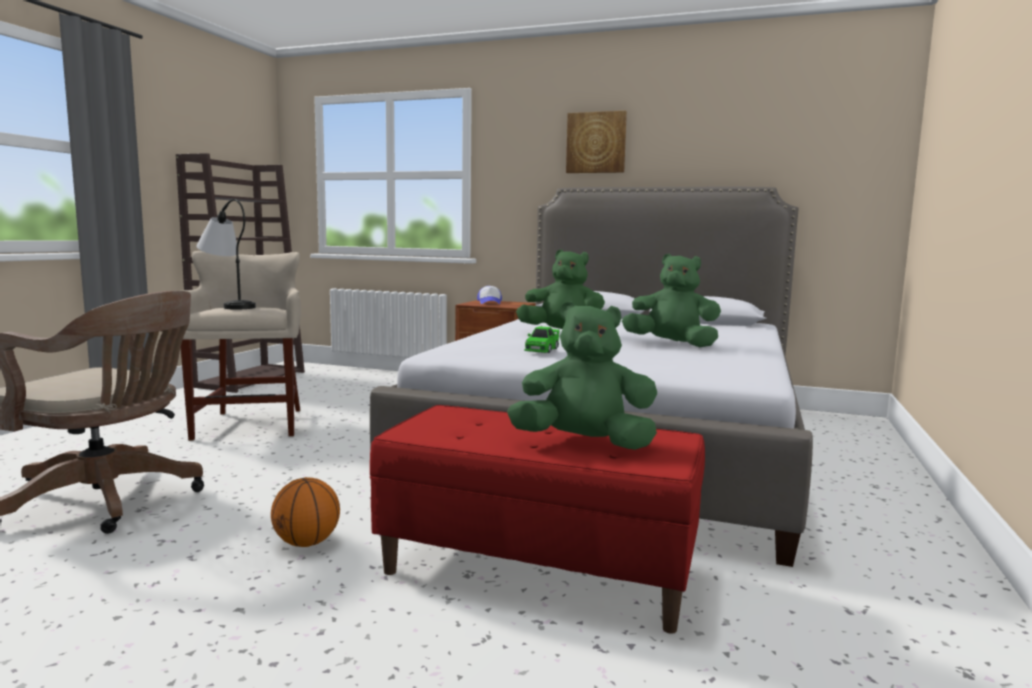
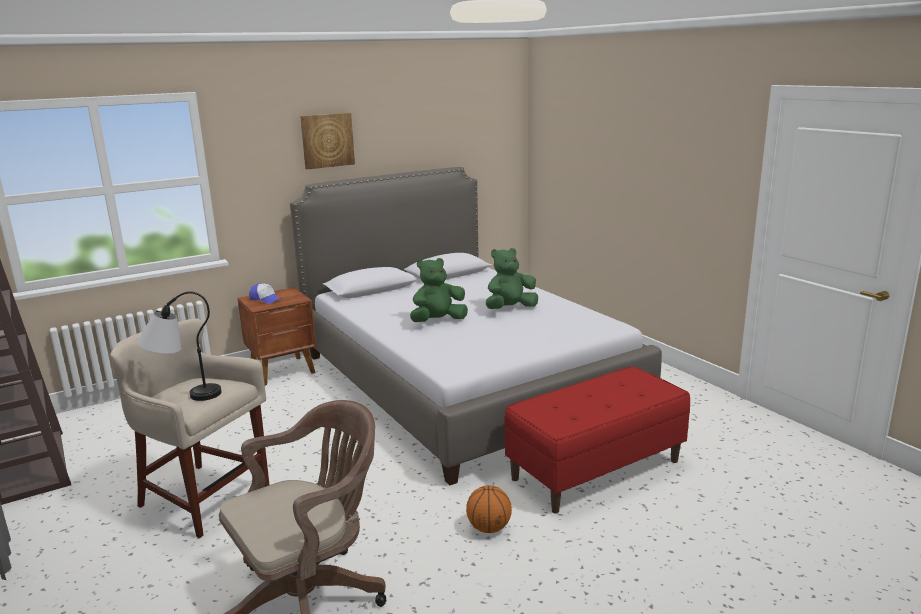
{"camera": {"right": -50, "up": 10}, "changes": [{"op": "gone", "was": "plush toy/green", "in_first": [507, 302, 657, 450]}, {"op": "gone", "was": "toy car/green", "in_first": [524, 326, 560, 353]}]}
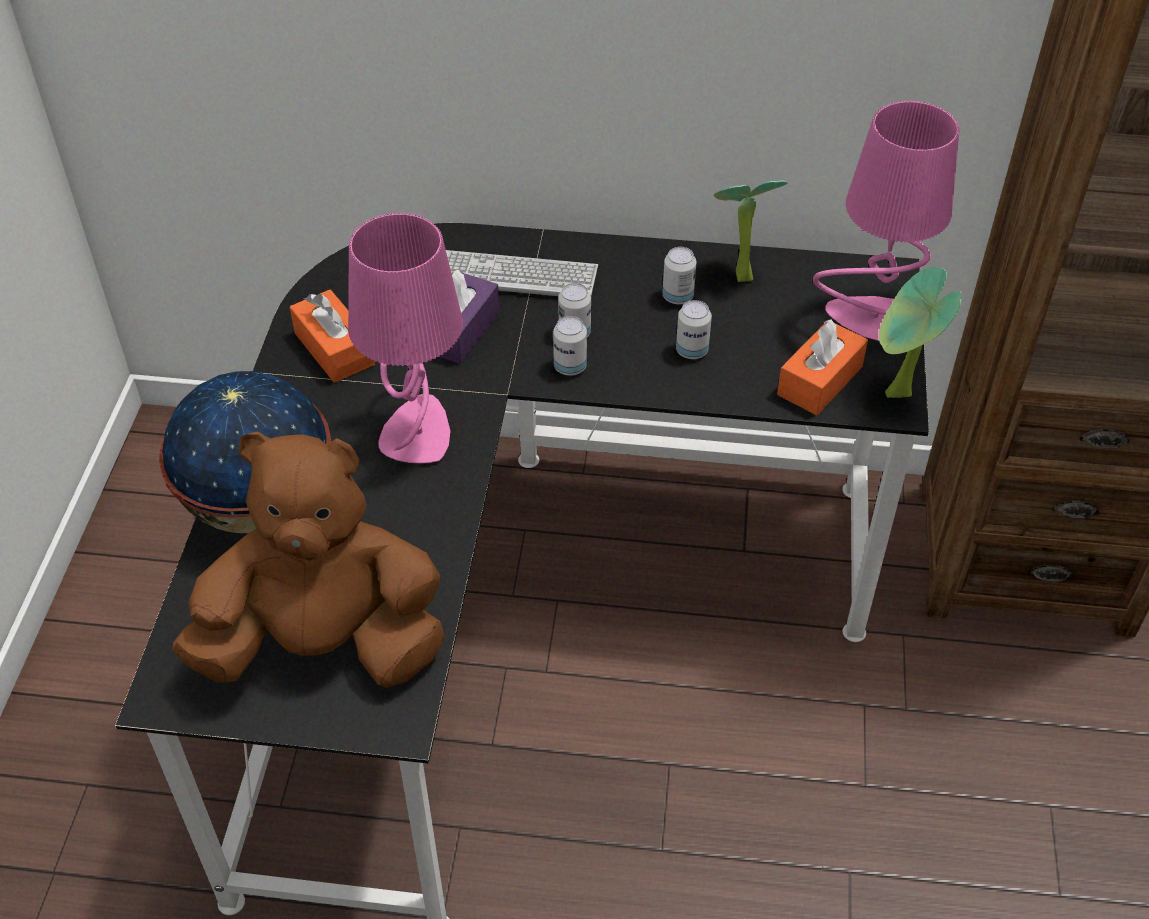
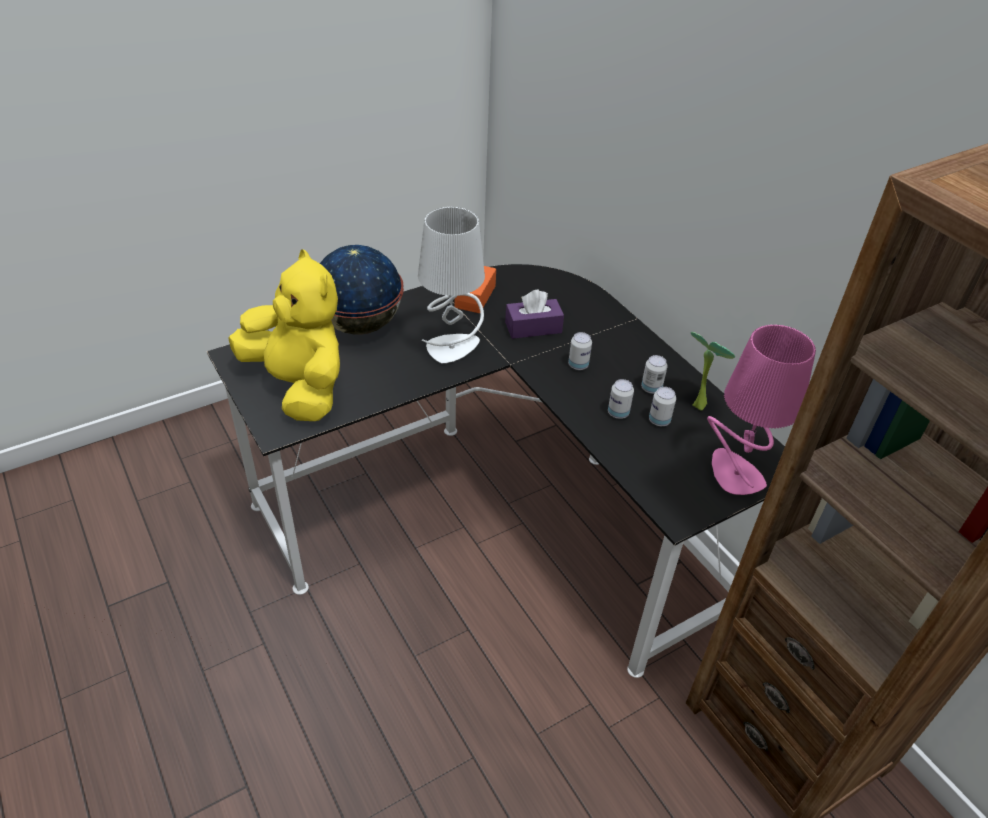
{"camera": {"right": 50, "up": -5}, "changes": [{"op": "repainted", "was": "plush toy/brown-coloured", "now": "plush toy/yellow-coloured", "in_first": [172, 431, 445, 688], "in_second": [228, 249, 340, 421]}, {"op": "repainted", "was": "tabletop lamp/pinkish", "now": "tabletop lamp/white", "in_first": [348, 213, 463, 463], "in_second": [418, 207, 485, 363]}, {"op": "shifted", "was": "metal can", "in_first": [553, 316, 587, 376], "in_second": [649, 387, 676, 426]}, {"op": "gone", "was": "computer keyboard", "in_first": [446, 250, 598, 296]}, {"op": "gone", "was": "tissue box/orange-coloured", "in_first": [777, 319, 868, 415]}, {"op": "gone", "was": "potted plant", "in_first": [879, 267, 962, 398]}]}
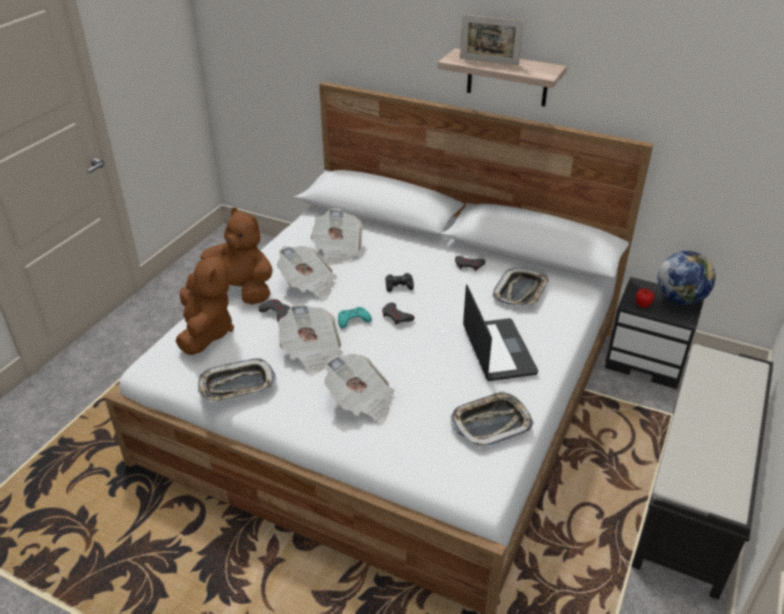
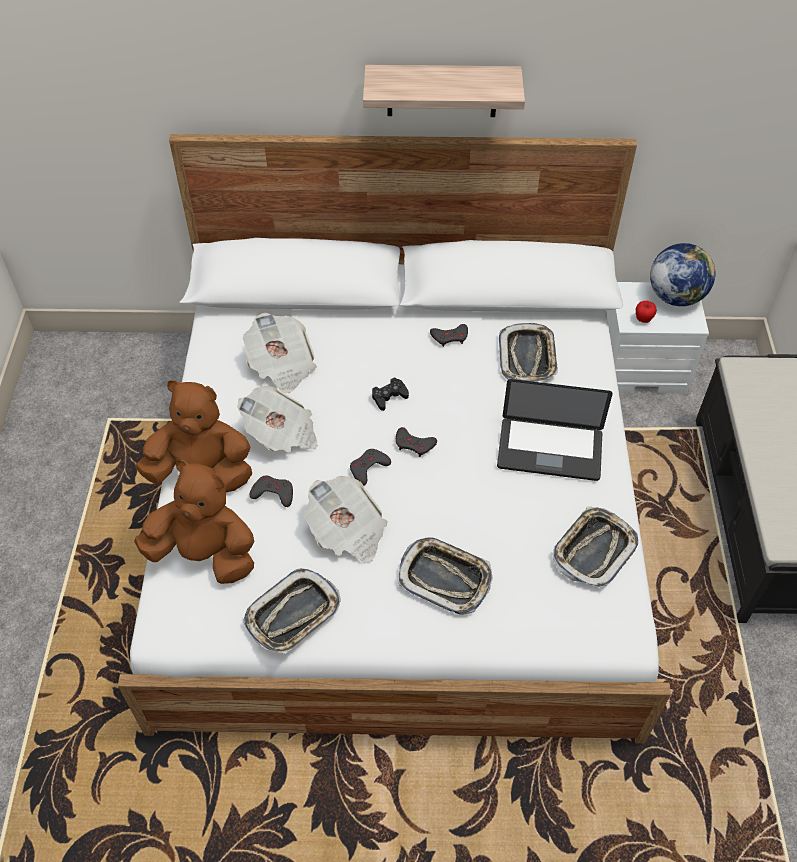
{"camera": {"right": -25, "up": 15}, "changes": [{"op": "rotated", "was": "plush toy/brown-coloured", "in_first": [176, 251, 234, 355], "in_second": [134, 460, 254, 584], "clockwise": -45}, {"op": "repainted", "was": "game controller/turquoise", "now": "game controller/grey", "in_first": [338, 307, 372, 328], "in_second": [350, 449, 391, 486]}, {"op": "swapped", "was": "printed paper", "now": "carrying tray", "in_first": [324, 354, 394, 422], "in_second": [398, 537, 493, 615]}, {"op": "rotated", "was": "portable computer", "in_first": [463, 284, 538, 381], "in_second": [497, 379, 613, 481], "clockwise": 135}, {"op": "repainted", "was": "bedside table/black", "now": "bedside table/white", "in_first": [605, 277, 704, 389], "in_second": [606, 282, 709, 393]}, {"op": "gone", "was": "picture frame", "in_first": [460, 15, 523, 65]}]}
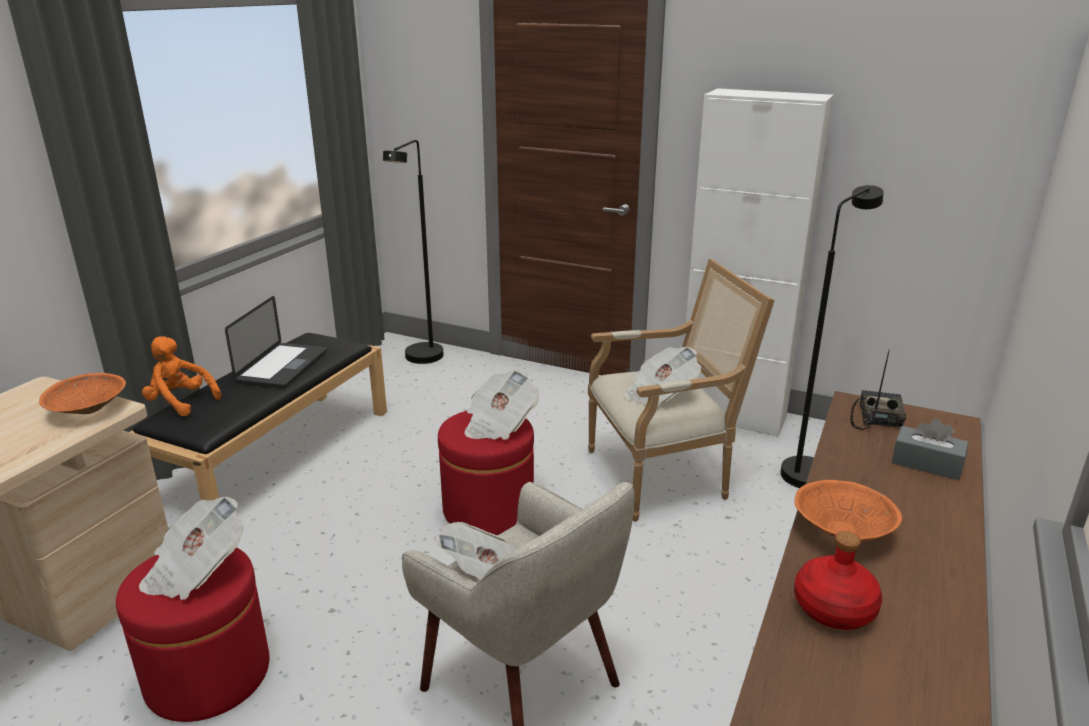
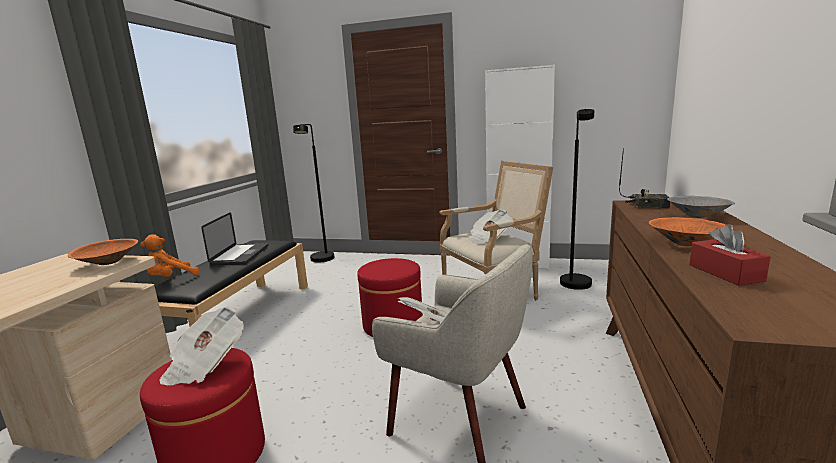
{"camera": {"right": -10, "up": -10}, "changes": [{"op": "rotated", "was": "plush toy/orange-coloured", "in_first": [142, 336, 221, 416], "in_second": [140, 235, 200, 277], "clockwise": -60}, {"op": "rotated", "was": "radio", "in_first": [850, 349, 906, 430], "in_second": [619, 148, 670, 208], "clockwise": 105}, {"op": "swapped", "was": "tissue box/grey", "now": "bowl/grey", "in_first": [892, 418, 969, 480], "in_second": [667, 196, 735, 218]}, {"op": "swapped", "was": "beverage bottle/red-coloured", "now": "tissue box/red-coloured", "in_first": [794, 531, 882, 630], "in_second": [689, 224, 771, 286]}, {"op": "gone", "was": "printed paper", "in_first": [464, 370, 539, 440]}]}
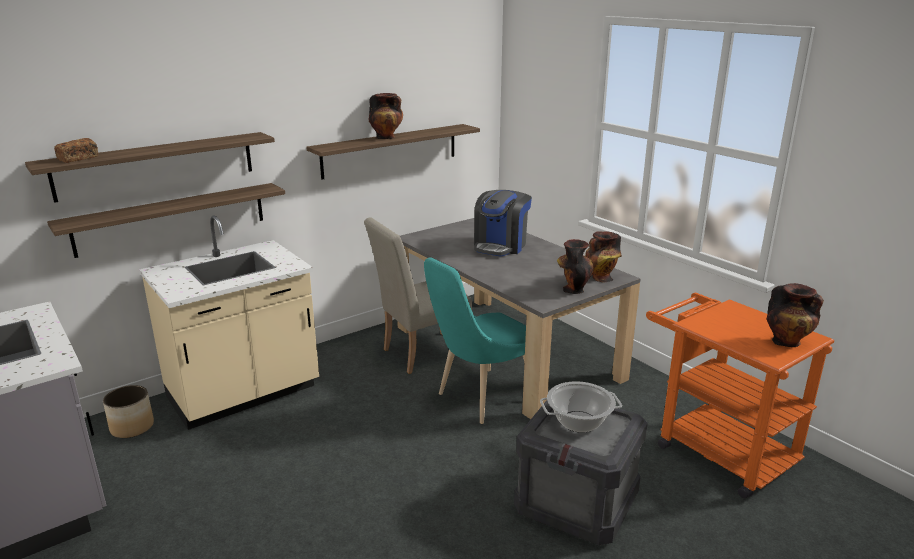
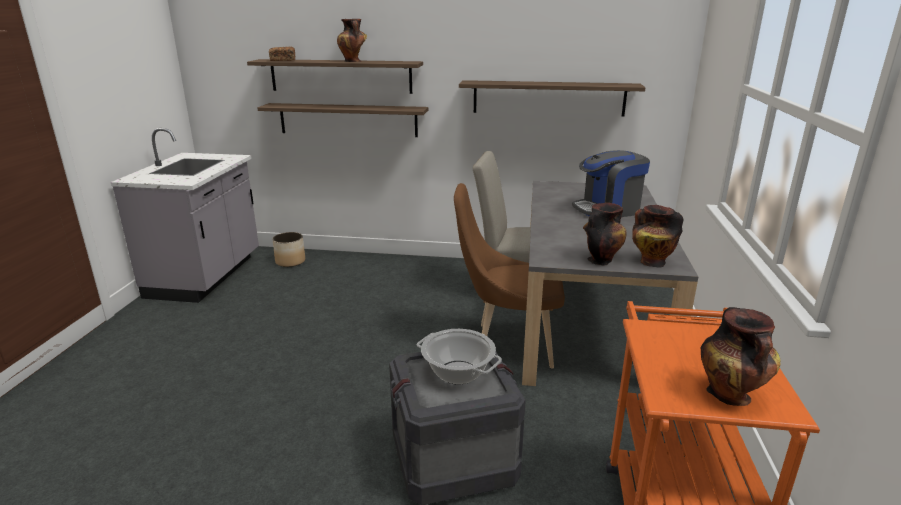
{"camera": {"right": 45, "up": 0}, "changes": [{"op": "shifted", "was": "vase", "in_first": [368, 93, 403, 139], "in_second": [337, 19, 367, 62]}, {"op": "repainted", "was": "chair/turquoise", "now": "chair/brown-coloured", "in_first": [424, 258, 526, 424], "in_second": [454, 183, 565, 368]}, {"op": "gone", "was": "kitchen counter/beige-coloured", "in_first": [139, 215, 319, 430]}]}
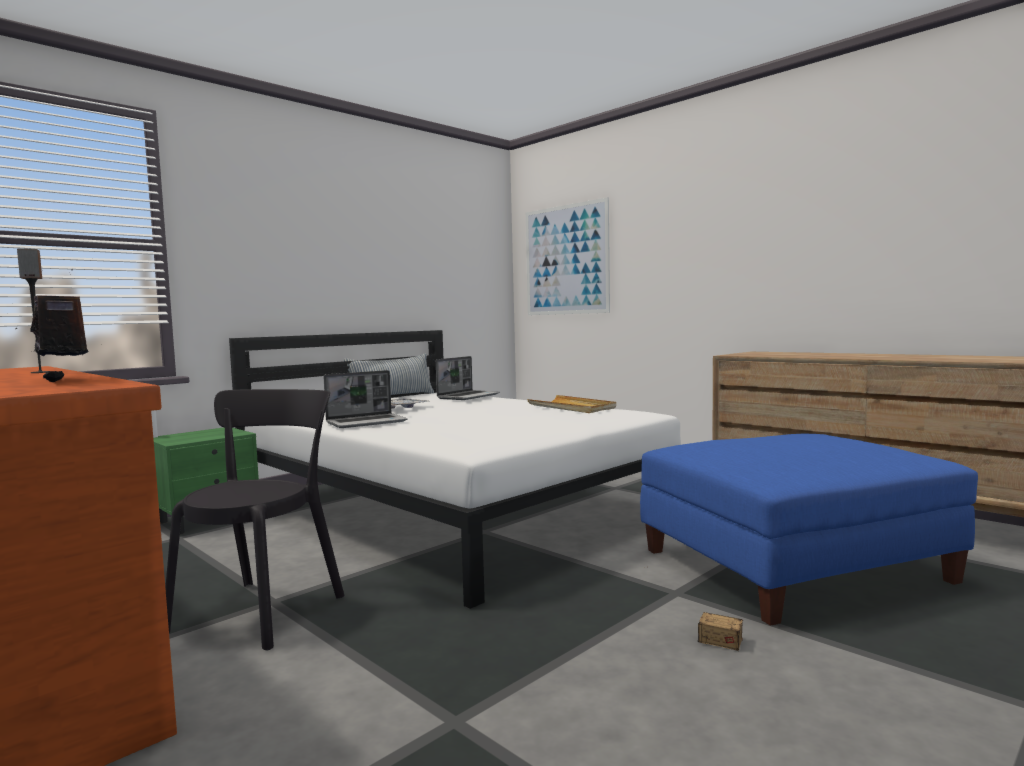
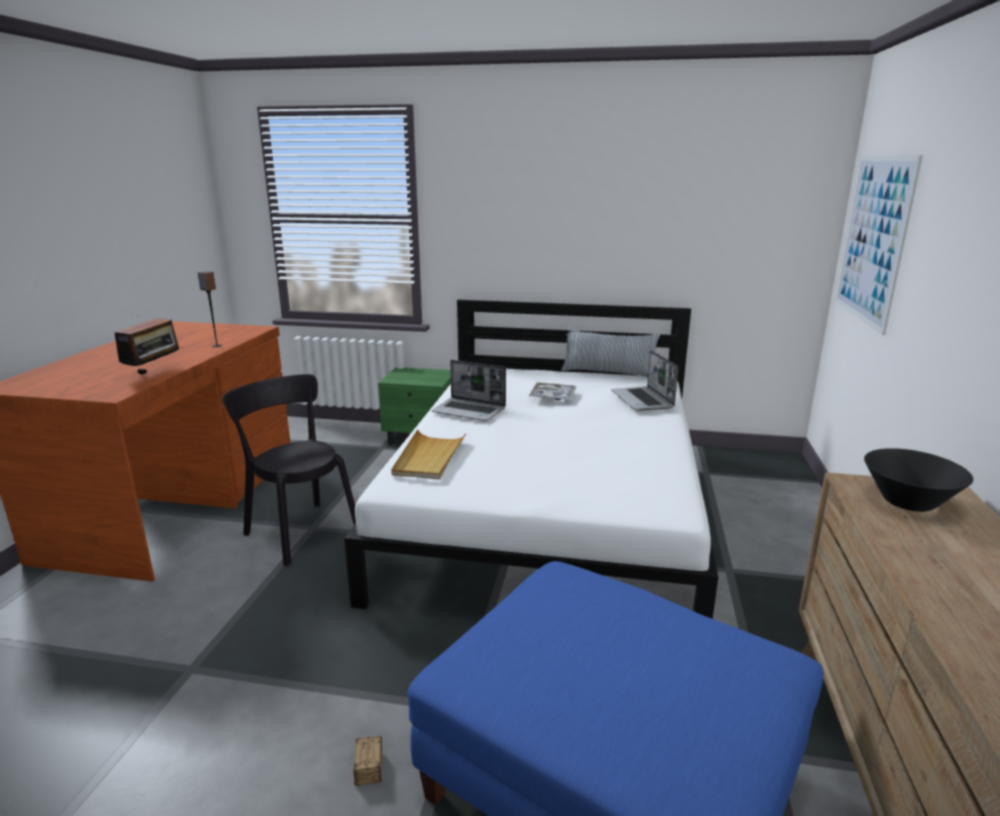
{"camera": {"right": 55, "up": 15}, "changes": [{"op": "rotated", "was": "chair/black", "in_first": [165, 389, 345, 650], "in_second": [222, 374, 356, 566], "clockwise": -120}, {"op": "shifted", "was": "carrying tray/beige-coloured", "in_first": [527, 395, 616, 413], "in_second": [391, 429, 466, 480]}, {"op": "rotated", "was": "portable computer", "in_first": [436, 356, 500, 400], "in_second": [611, 350, 678, 411], "clockwise": 75}, {"op": "new", "now": "bowl/black", "in_second": [864, 448, 973, 512]}]}
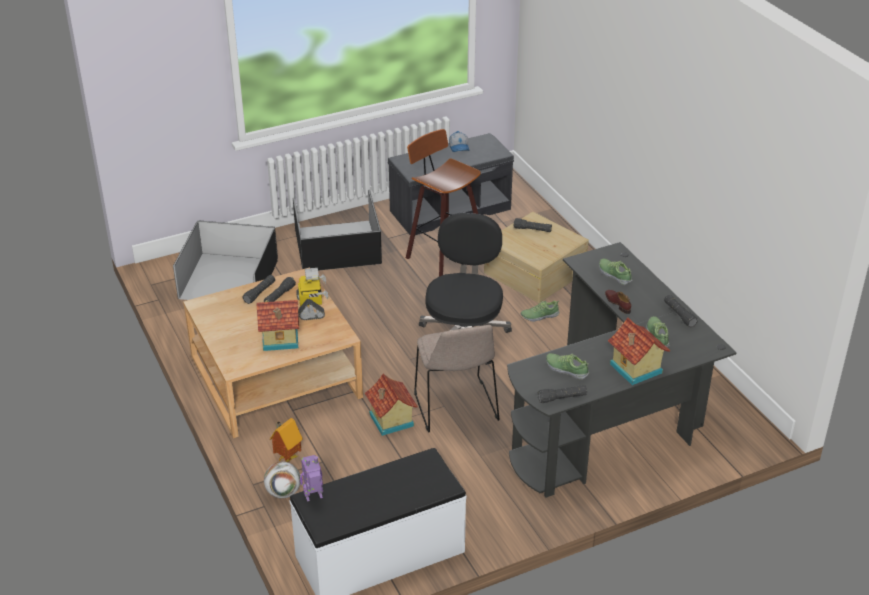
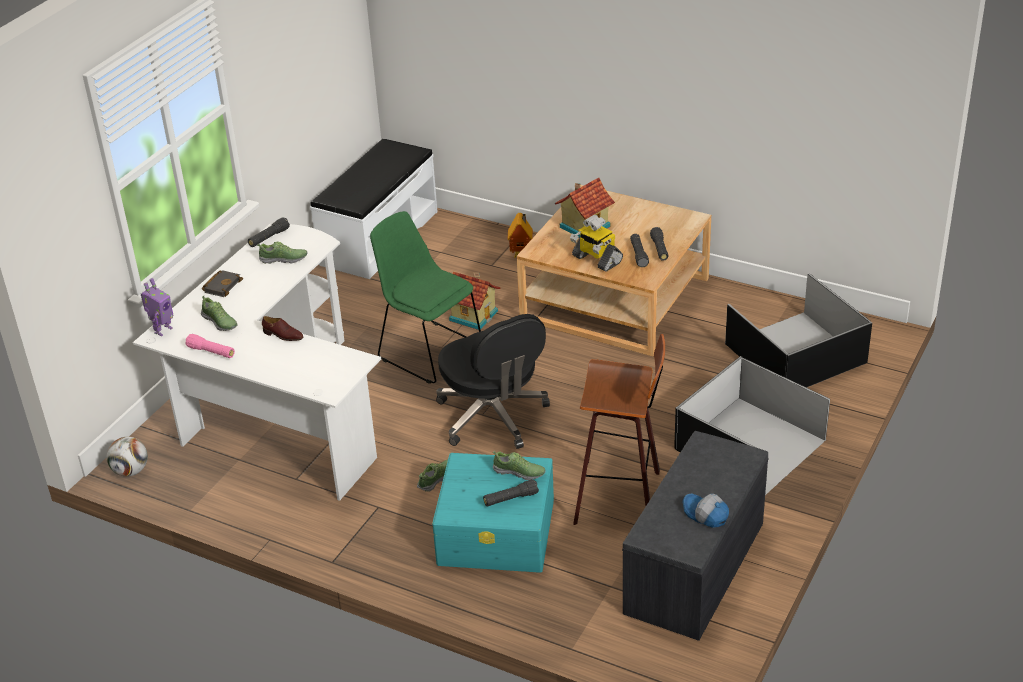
{"camera": {"right": 145, "up": 0}, "changes": [{"op": "shifted", "was": "football", "in_first": [264, 462, 300, 499], "in_second": [107, 437, 148, 477]}, {"op": "repainted", "was": "desk table/black", "now": "desk table/white", "in_first": [507, 242, 737, 498], "in_second": [133, 224, 381, 501]}, {"op": "shifted", "was": "robot figure", "in_first": [300, 455, 323, 502], "in_second": [141, 278, 173, 336]}, {"op": "repainted", "was": "hand torch/black", "now": "hand torch/pinkish", "in_first": [664, 295, 698, 327], "in_second": [185, 334, 235, 358]}, {"op": "swapped", "was": "model house", "now": "volume/black", "in_first": [608, 317, 670, 385], "in_second": [201, 270, 243, 297]}, {"op": "repainted", "was": "chair/beige-coloured", "now": "chair/green", "in_first": [414, 325, 499, 432], "in_second": [370, 211, 481, 384]}, {"op": "repainted", "was": "storage bin/beige-coloured", "now": "storage bin/turquoise", "in_first": [484, 212, 588, 303], "in_second": [432, 453, 554, 573]}, {"op": "shifted", "was": "shoe", "in_first": [599, 258, 633, 285], "in_second": [493, 451, 546, 480]}]}
